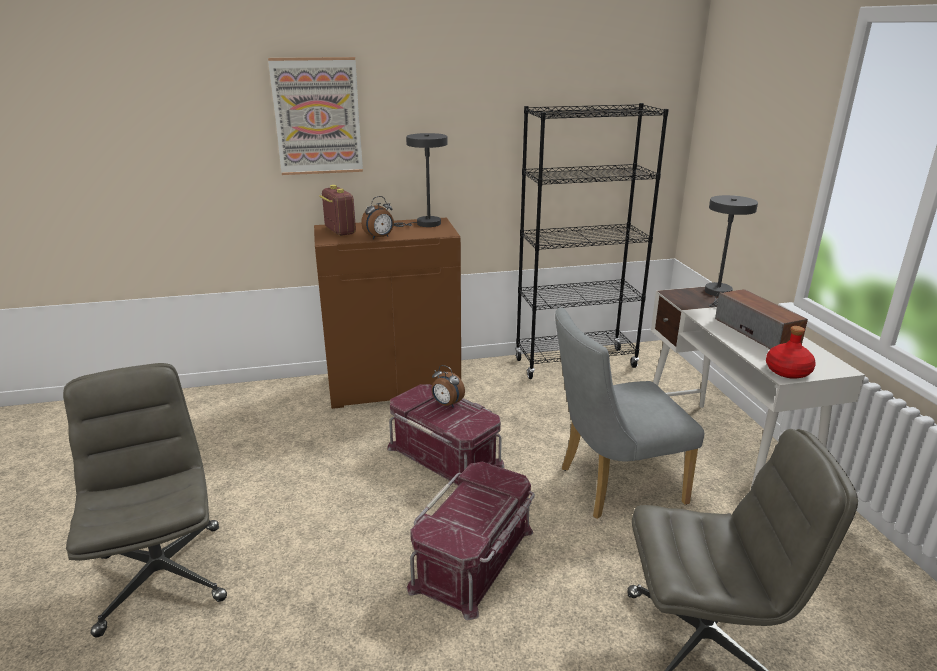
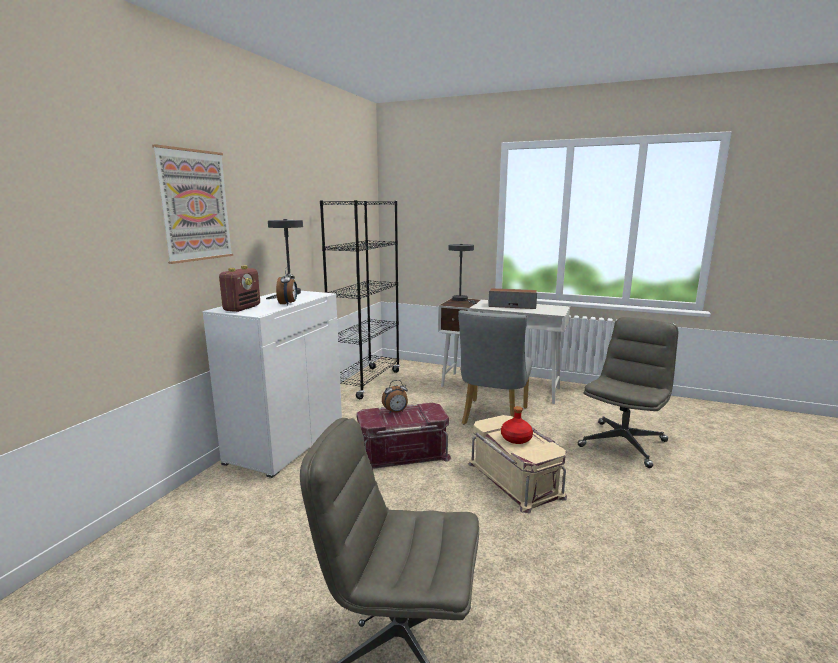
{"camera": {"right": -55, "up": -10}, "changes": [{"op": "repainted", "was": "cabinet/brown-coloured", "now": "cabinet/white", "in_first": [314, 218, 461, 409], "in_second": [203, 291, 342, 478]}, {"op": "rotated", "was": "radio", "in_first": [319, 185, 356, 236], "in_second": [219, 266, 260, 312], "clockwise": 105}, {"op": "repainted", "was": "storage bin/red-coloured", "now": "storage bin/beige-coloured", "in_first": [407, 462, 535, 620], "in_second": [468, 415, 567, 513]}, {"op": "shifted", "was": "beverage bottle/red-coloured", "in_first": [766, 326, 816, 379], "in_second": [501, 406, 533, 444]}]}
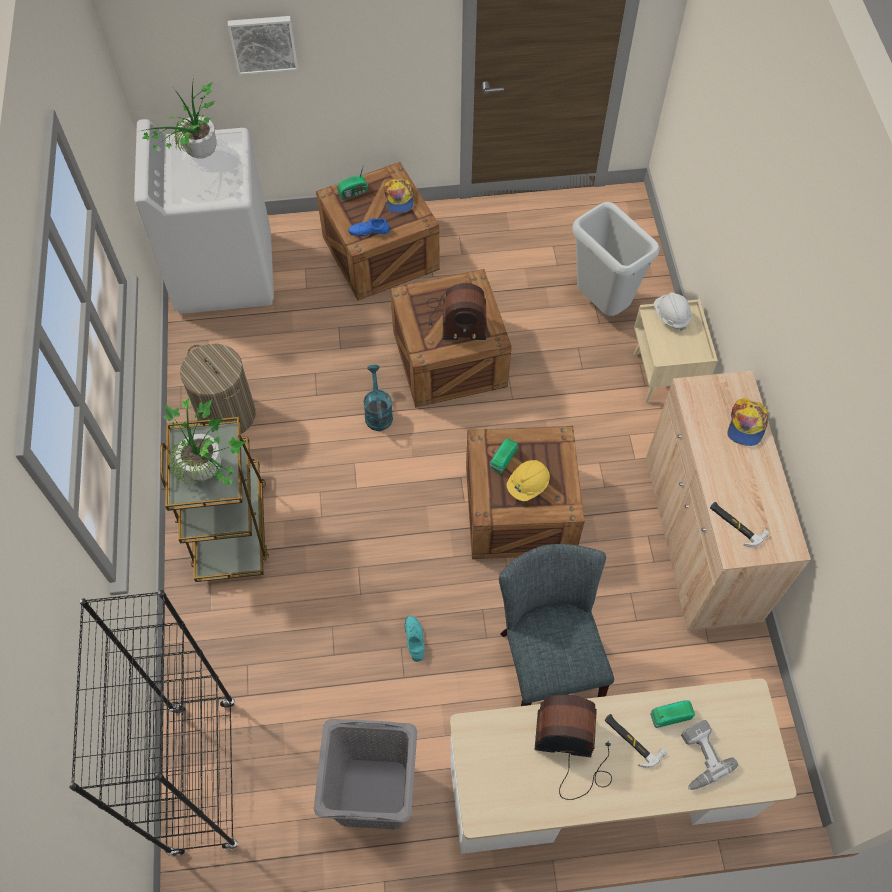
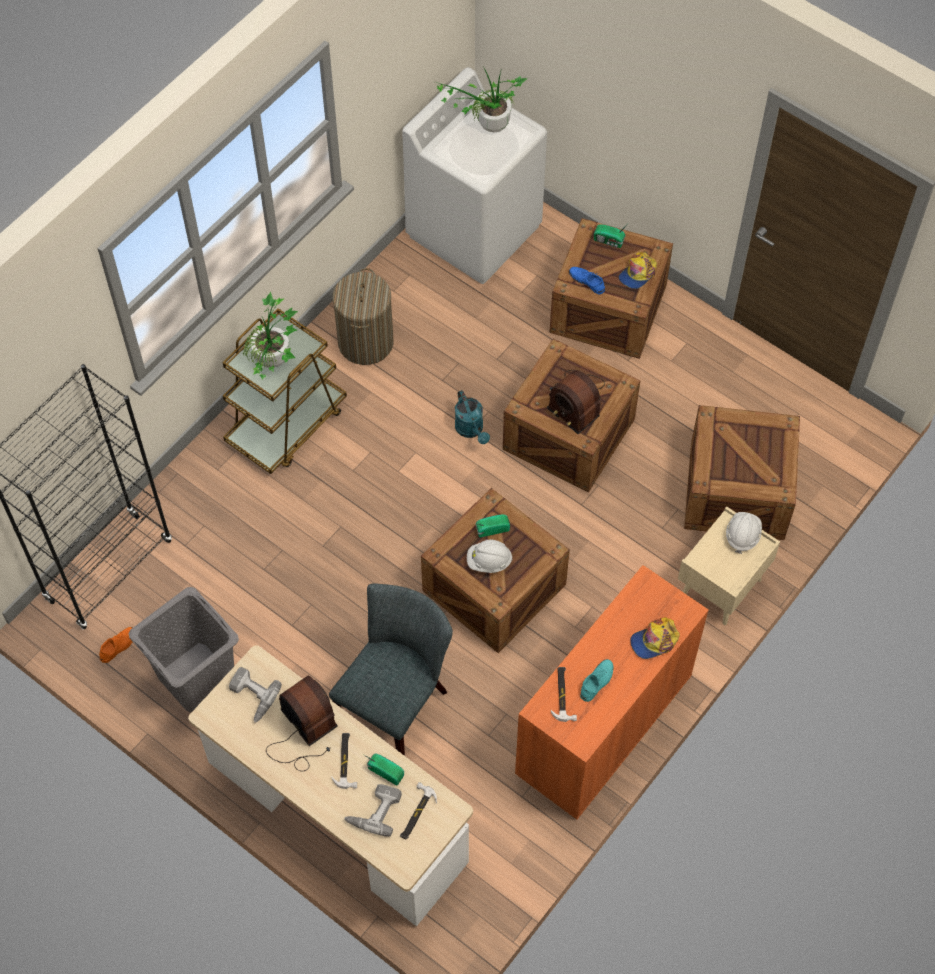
{"camera": {"right": 45, "up": 0}, "changes": [{"op": "new", "now": "shoe/orange-coloured", "in_second": [99, 627, 133, 663]}, {"op": "new", "now": "power drill", "in_second": [229, 667, 282, 723]}, {"op": "new", "now": "hammer", "in_second": [400, 782, 437, 839]}, {"op": "rotated", "was": "watering can/turquoise", "in_first": [363, 365, 393, 431], "in_second": [455, 390, 490, 444], "clockwise": 120}, {"op": "repainted", "was": "hard hat/yellow-coloured", "now": "hard hat/white", "in_first": [507, 460, 550, 501], "in_second": [467, 539, 513, 573]}, {"op": "repainted", "was": "cabinet/beige-coloured", "now": "cabinet/orange-coloured", "in_first": [646, 371, 811, 630], "in_second": [515, 565, 709, 819]}, {"op": "shifted", "was": "shoe/turquoise", "in_first": [405, 616, 425, 662], "in_second": [580, 659, 613, 702]}, {"op": "swapped", "was": "rubbish bin/grey", "now": "packing crate", "in_first": [572, 202, 660, 316], "in_second": [684, 405, 800, 540]}, {"op": "gone", "was": "picture", "in_first": [228, 16, 298, 75]}]}
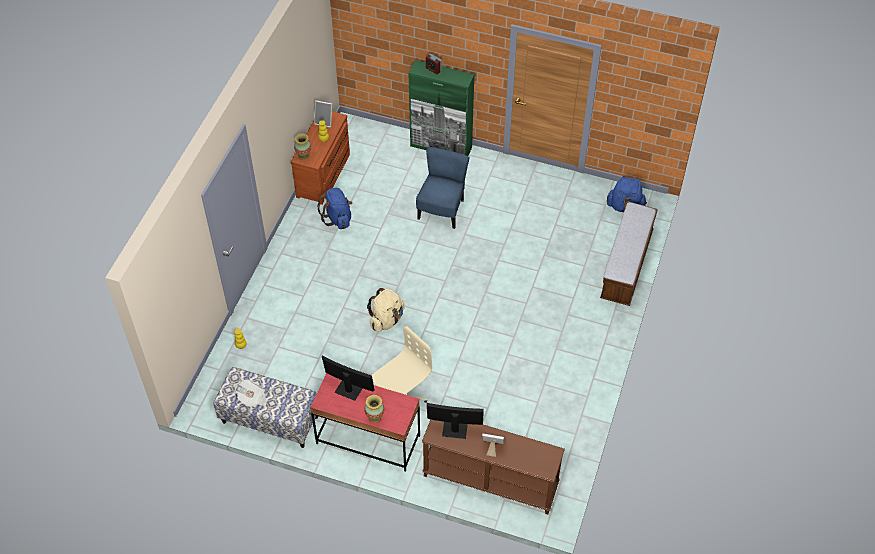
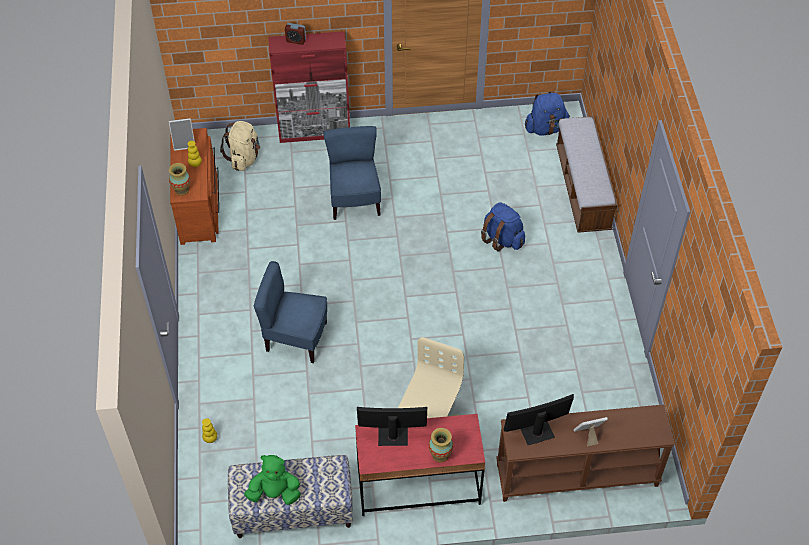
{"camera": {"right": -25, "up": 0}, "changes": [{"op": "shifted", "was": "rucksack/beige-coloured", "in_first": [367, 288, 404, 332], "in_second": [220, 121, 260, 171]}, {"op": "swapped", "was": "printed paper", "now": "plush toy/green", "in_first": [235, 380, 266, 407], "in_second": [244, 455, 301, 505]}, {"op": "new", "now": "chair/blue-coloured", "in_second": [254, 261, 327, 363]}, {"op": "repainted", "was": "cabinet/green", "now": "cabinet/red-coloured", "in_first": [408, 60, 474, 156], "in_second": [268, 31, 350, 143]}, {"op": "shifted", "was": "rucksack/blue-coloured", "in_first": [317, 188, 352, 229], "in_second": [481, 202, 525, 252]}]}
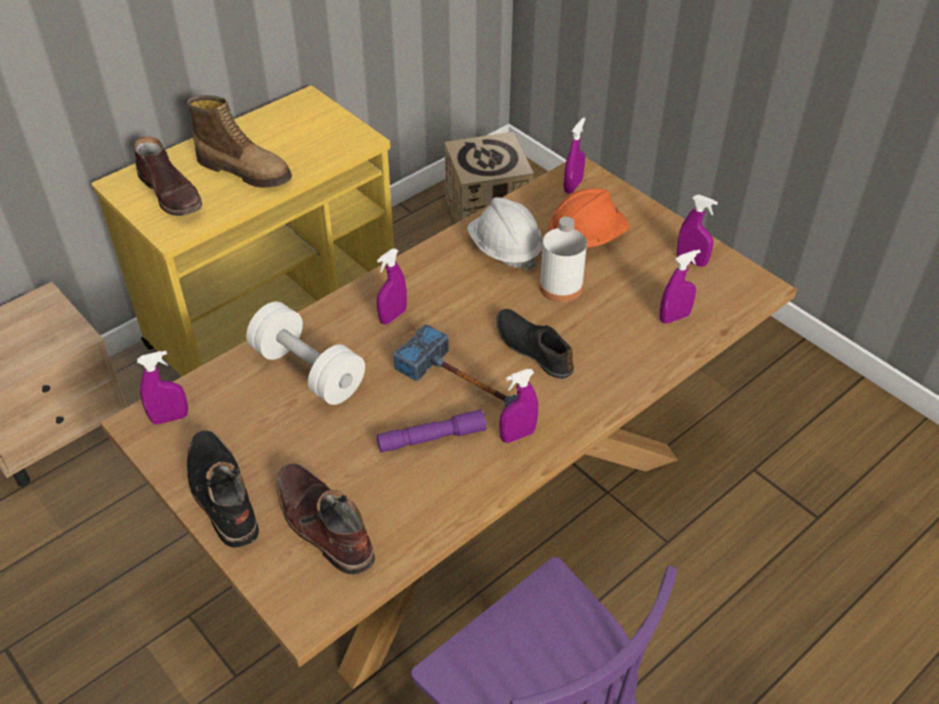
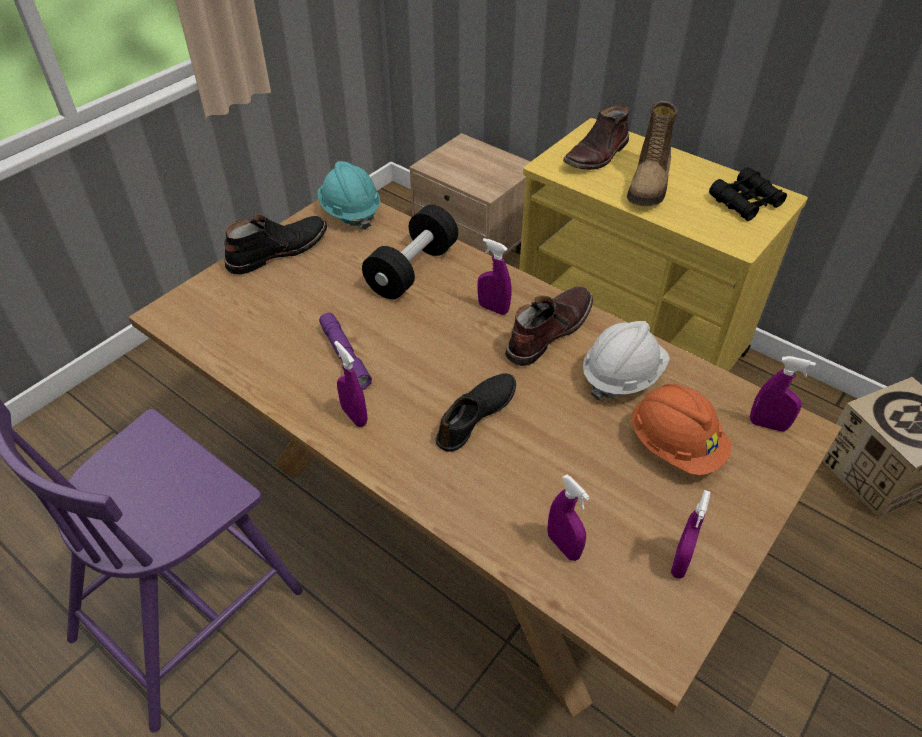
{"camera": {"right": 80, "up": 0}, "changes": [{"op": "swapped", "was": "hand sprayer/purple", "now": "hard hat/turquoise", "in_first": [137, 351, 188, 425], "in_second": [317, 161, 381, 230]}, {"op": "repainted", "was": "free weight/white", "now": "free weight/black", "in_first": [246, 302, 365, 405], "in_second": [362, 205, 458, 299]}, {"op": "shifted", "was": "high-top boot/brown-coloured", "in_first": [277, 463, 375, 575], "in_second": [505, 286, 593, 366]}, {"op": "new", "now": "pair of binoculars/black", "in_second": [709, 167, 787, 221]}, {"op": "gone", "was": "hammer", "in_first": [393, 324, 517, 407]}, {"op": "gone", "was": "beverage bottle/white", "in_first": [539, 217, 587, 302]}]}
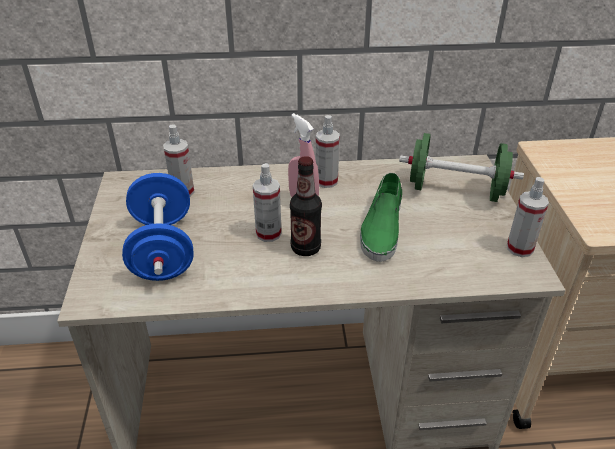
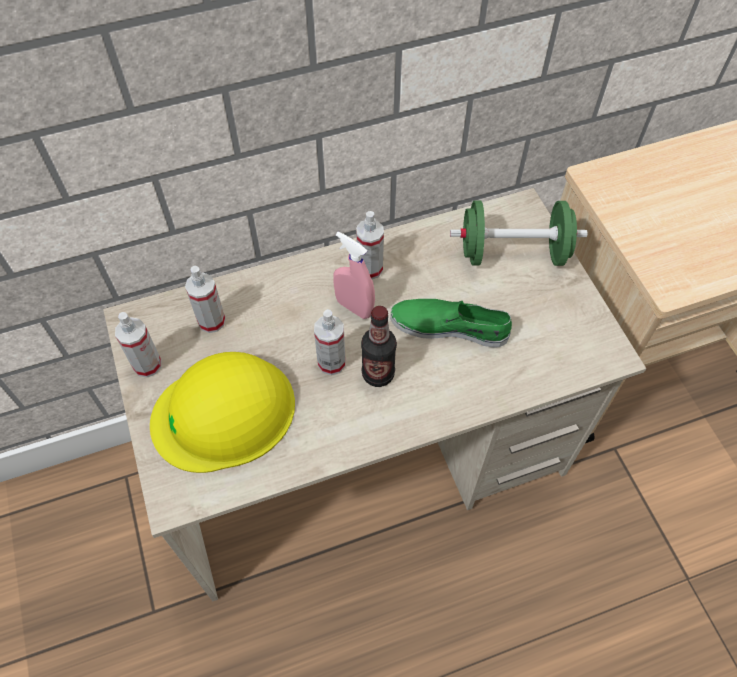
{"camera": {"right": -15, "up": 20}, "changes": [{"op": "shifted", "was": "hand sprayer", "in_first": [507, 177, 549, 257], "in_second": [115, 312, 161, 378]}, {"op": "swapped", "was": "free weight/blue-coloured", "now": "hard hat/yellow-coloured", "in_first": [122, 173, 194, 281], "in_second": [150, 352, 295, 473]}, {"op": "rotated", "was": "shoe/green", "in_first": [360, 173, 402, 262], "in_second": [390, 299, 512, 347], "clockwise": 105}]}
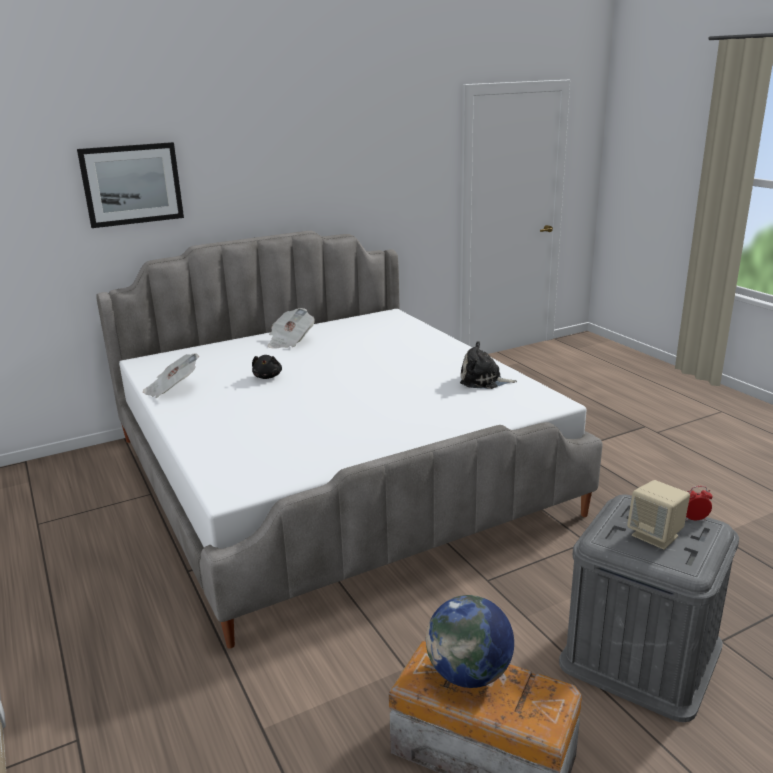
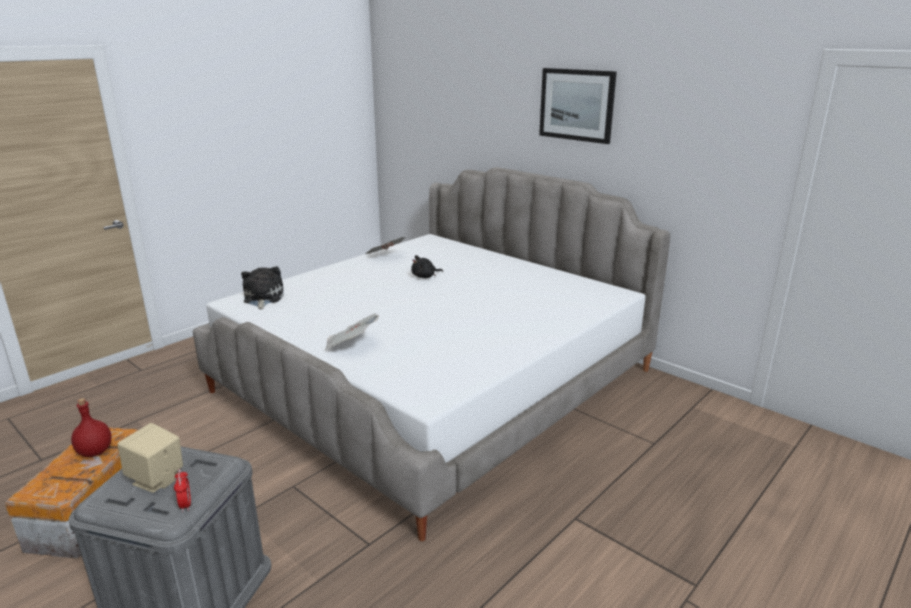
{"camera": {"right": 70, "up": 0}, "changes": [{"op": "swapped", "was": "globe", "now": "beverage bottle/red-coloured", "in_first": [426, 595, 514, 688], "in_second": [71, 398, 112, 457]}, {"op": "shifted", "was": "plush toy", "in_first": [460, 341, 517, 389], "in_second": [241, 266, 284, 310]}, {"op": "shifted", "was": "printed paper", "in_first": [268, 308, 315, 349], "in_second": [325, 313, 379, 350]}, {"op": "shifted", "was": "picture", "in_first": [77, 142, 184, 228], "in_second": [539, 68, 617, 144]}]}
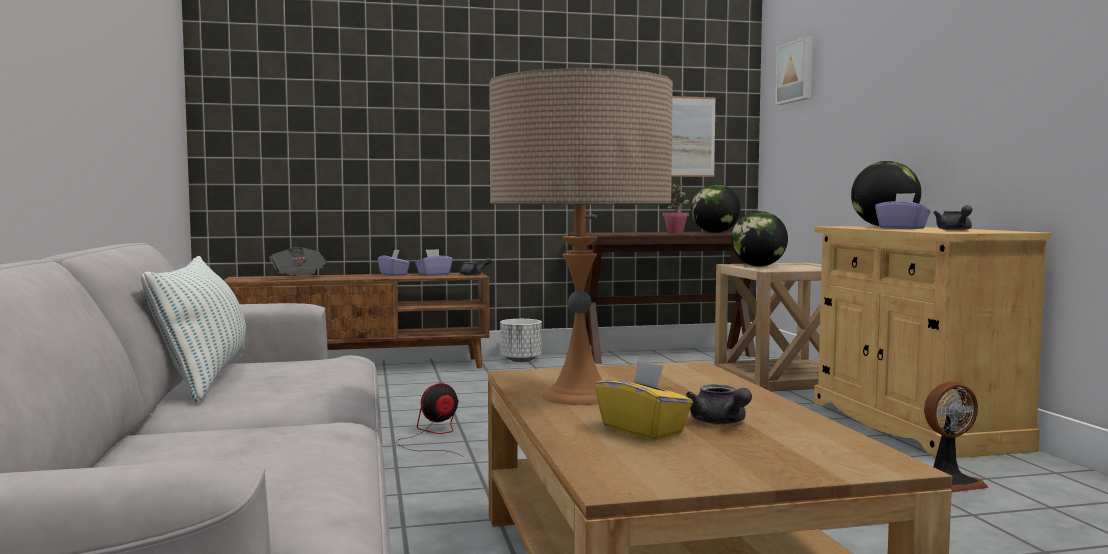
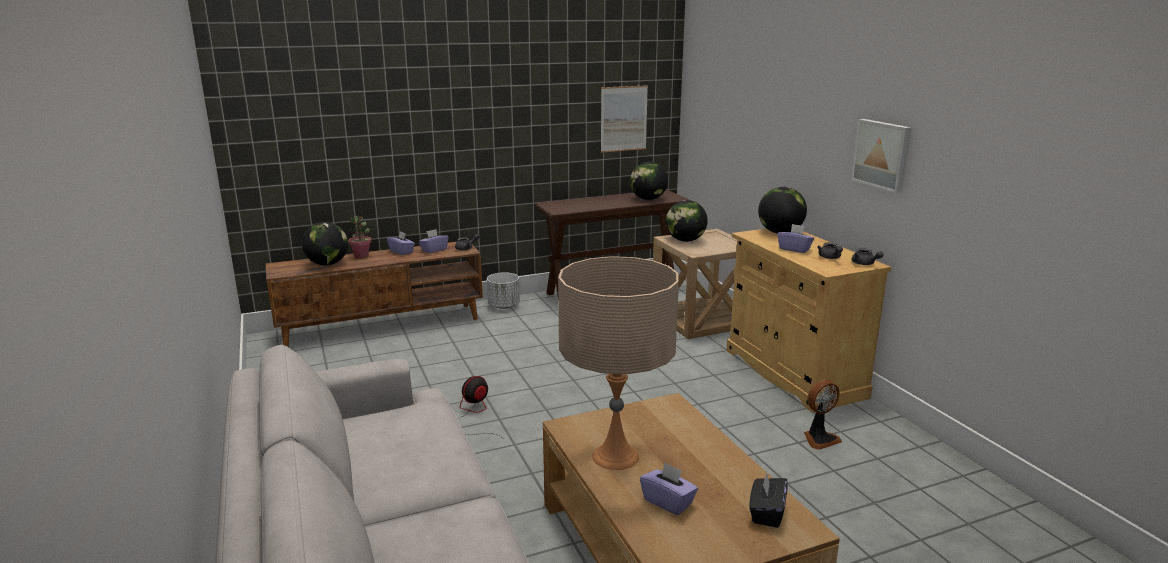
{"camera": {"right": -10, "up": 15}, "changes": [{"op": "swapped", "was": "printed paper", "now": "globe", "in_first": [269, 247, 327, 276], "in_second": [302, 222, 348, 265]}, {"op": "shifted", "was": "potted plant", "in_first": [663, 184, 689, 234], "in_second": [348, 216, 372, 258]}, {"op": "repainted", "was": "tissue box/yellow-coloured", "now": "tissue box/purple", "in_first": [595, 360, 693, 441], "in_second": [640, 462, 698, 515]}, {"op": "new", "now": "tissue box/black", "in_second": [750, 472, 788, 528]}, {"op": "shifted", "was": "picture", "in_first": [775, 36, 813, 105], "in_second": [851, 119, 912, 193]}, {"op": "shifted", "was": "teapot/grey", "in_first": [686, 385, 752, 425], "in_second": [851, 248, 883, 265]}, {"op": "gone", "was": "pillow", "in_first": [141, 256, 246, 403]}]}
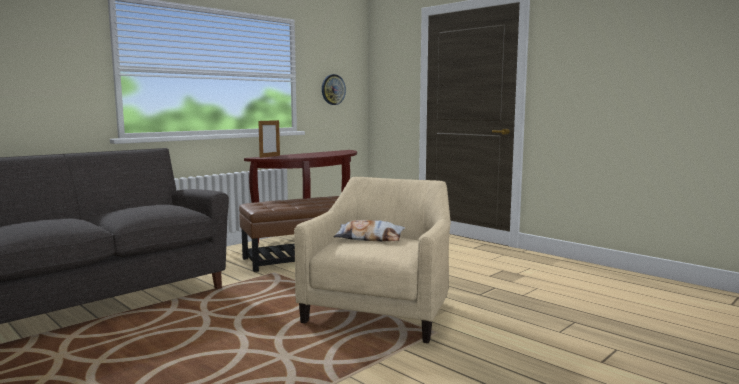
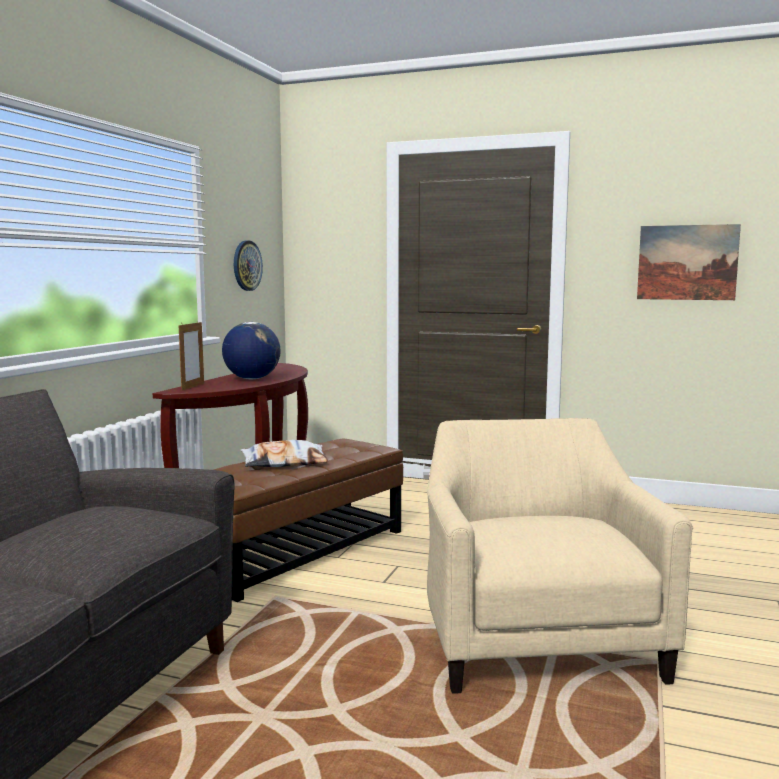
{"camera": {"right": -25, "up": 0}, "changes": [{"op": "new", "now": "globe", "in_second": [222, 322, 281, 379]}, {"op": "shifted", "was": "pillow", "in_first": [334, 220, 405, 241], "in_second": [240, 440, 328, 467]}, {"op": "new", "now": "picture", "in_second": [637, 224, 741, 300]}]}
